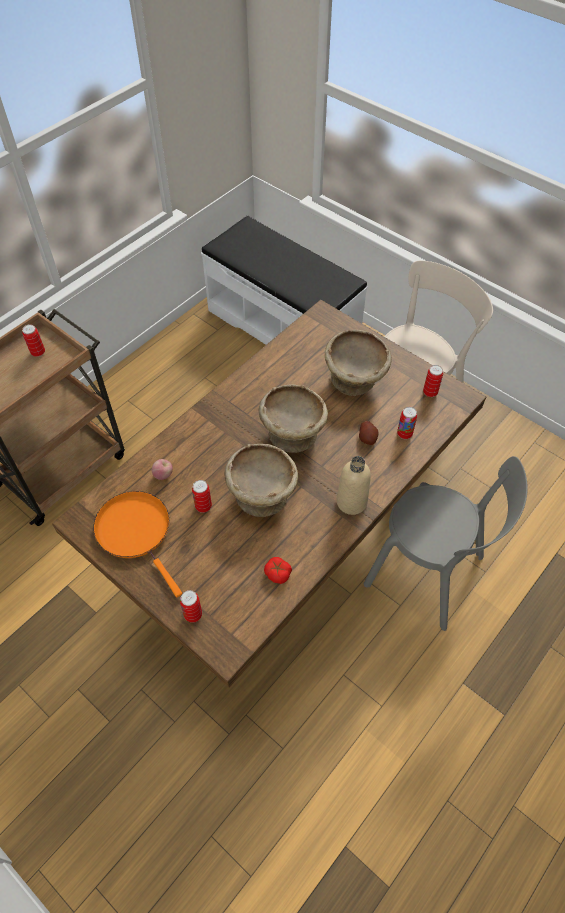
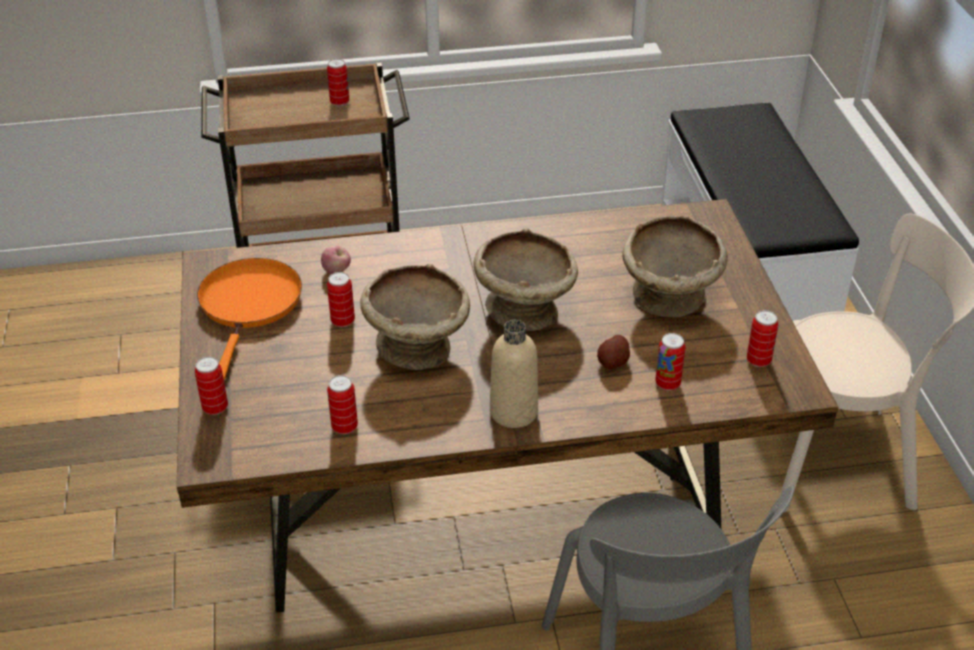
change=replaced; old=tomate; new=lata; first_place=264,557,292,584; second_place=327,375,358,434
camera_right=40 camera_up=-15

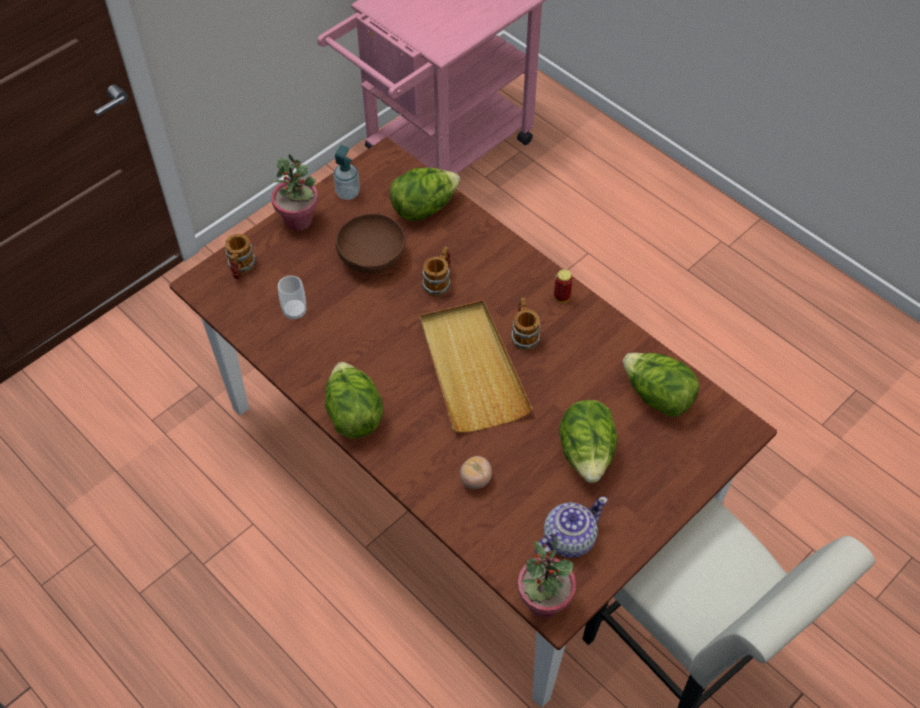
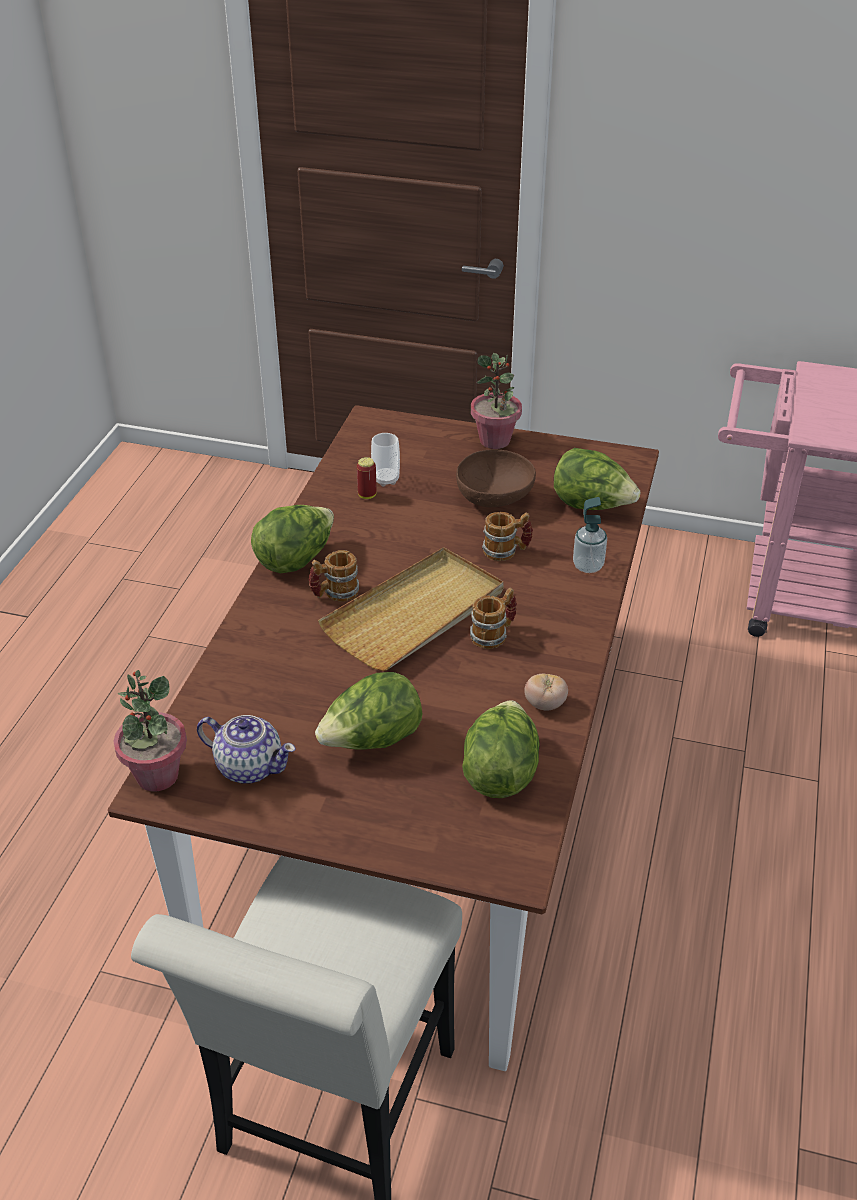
change=moved; old=taza grande; first_place=225,234,255,279; second_place=309,550,359,602
change=moved; old=dispensador de jabón; first_place=334,145,360,200; second_place=573,497,607,573
change=moved; old=tomate; first_place=460,456,492,489; second_place=524,674,568,710
change=moved; old=lata; first_place=554,269,573,303; second_place=357,457,377,499
camera_right=60 camera_up=-15

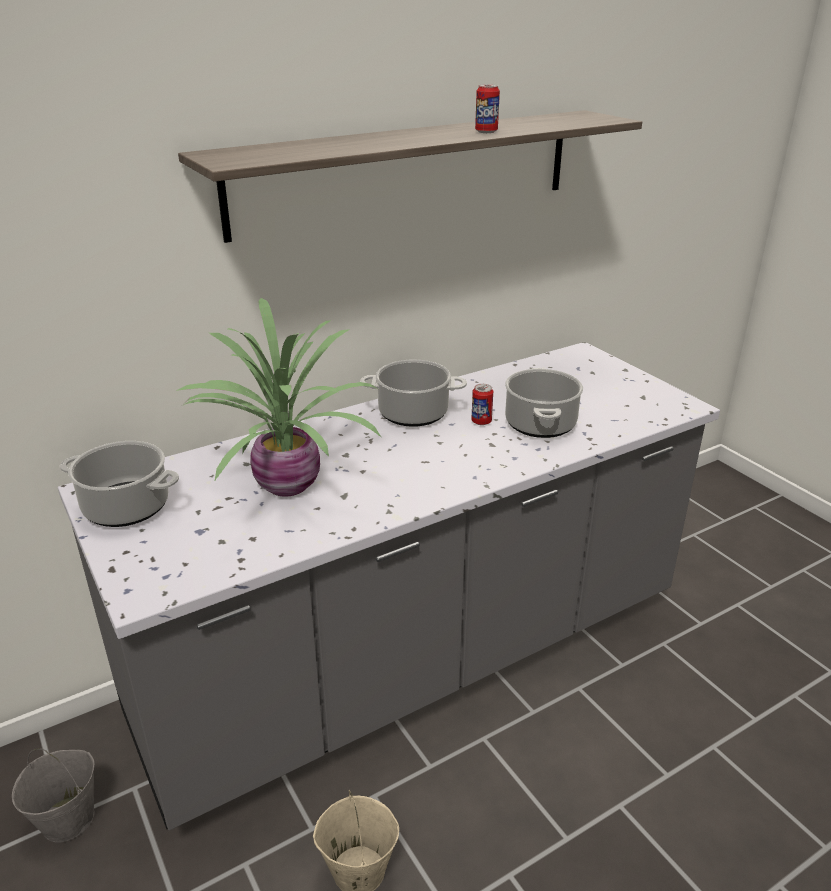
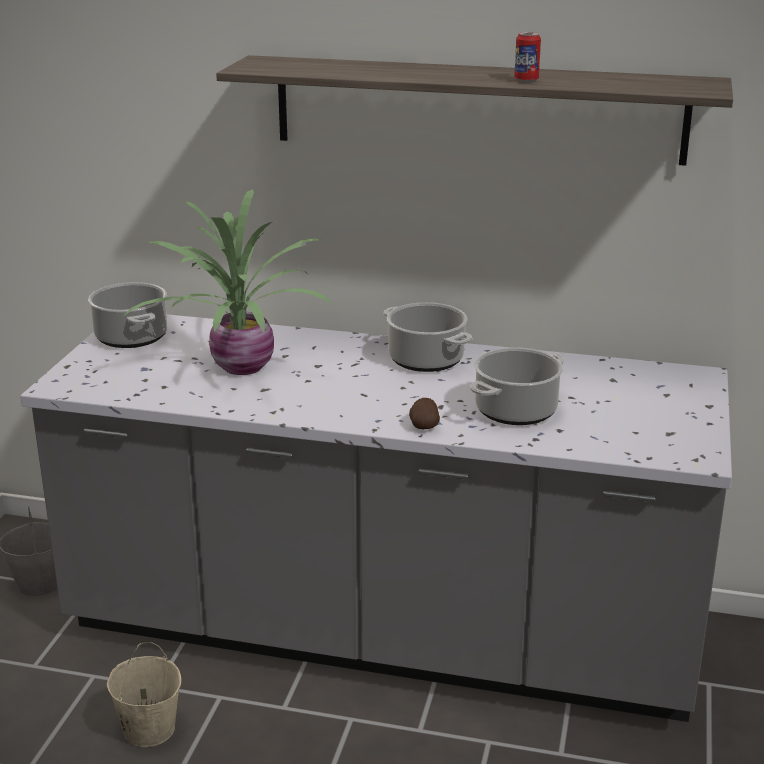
change=removed; old=lata; first_place=471,384,493,425
change=added; new=patata; second_place=409,398,440,429
camera_right=45 camera_up=-5

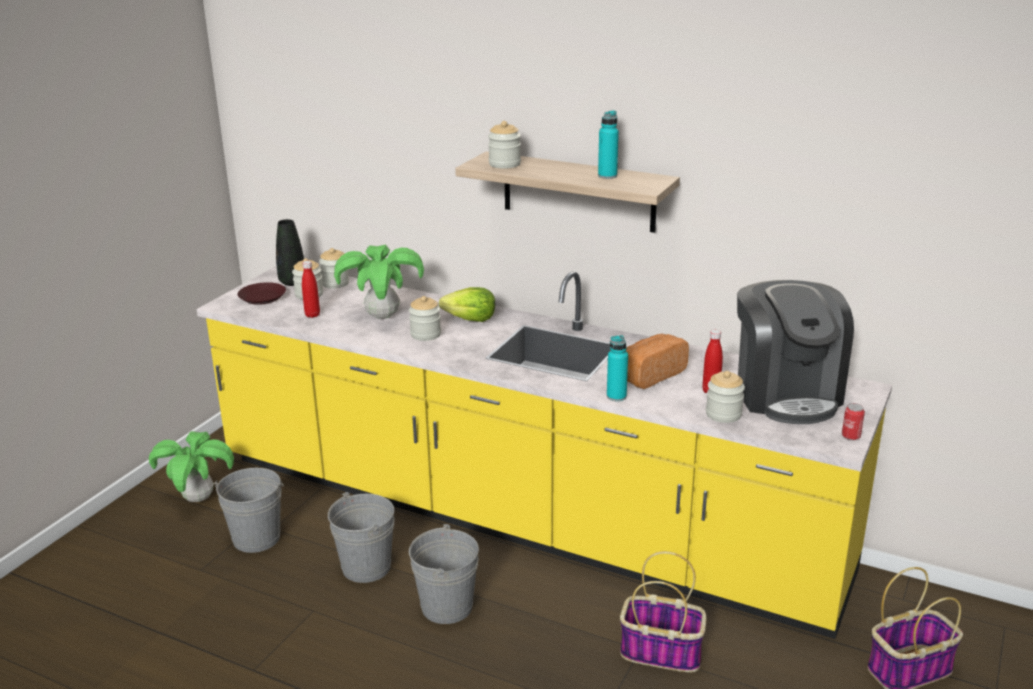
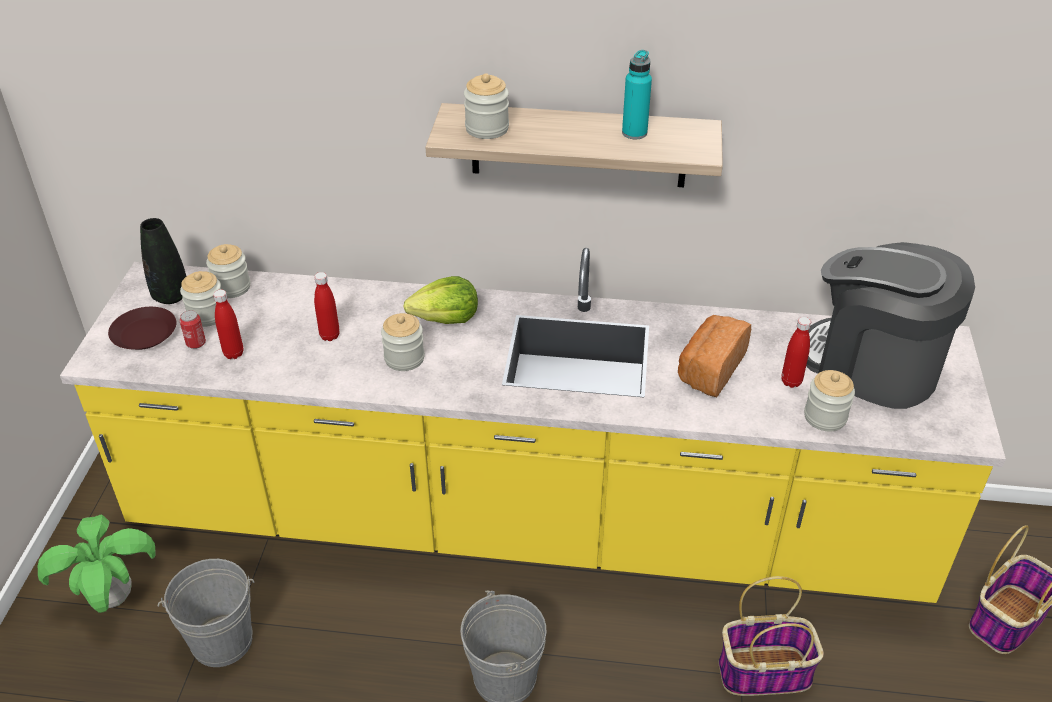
change=removed; old=cubo [gris]; first_place=328,492,395,583
change=replaced; old=planta en maceta; new=botella [rojo]; first_place=334,245,424,319; second_place=314,272,340,341
change=removed; old=botella [turquesa]; first_place=607,335,628,401
change=turned; old=cafetera; first_place=737,280,854,424; second_place=806,242,975,409; degrees=150
change=moved; old=lata; first_place=842,403,865,440; second_place=180,310,206,349
camera_right=-20 camera_up=15

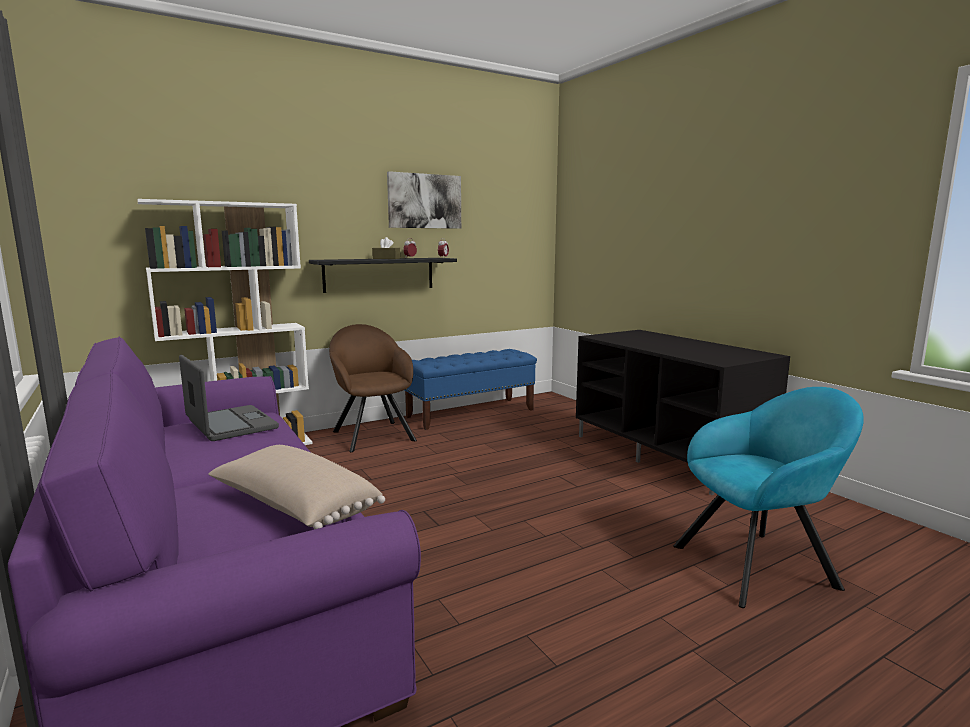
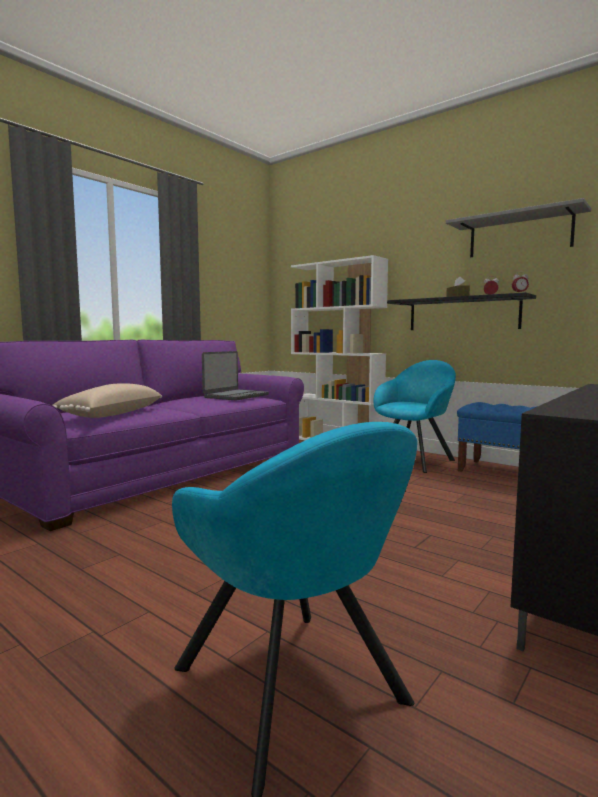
change=recoloured; old=sillón [marrón]; new=sillón [turquesa]; first_place=329,324,417,452; second_place=374,360,456,473
change=replaced; old=cuadro; new=estante [gris]; first_place=387,171,461,229; second_place=446,198,591,257
camera_right=70 camera_up=-5

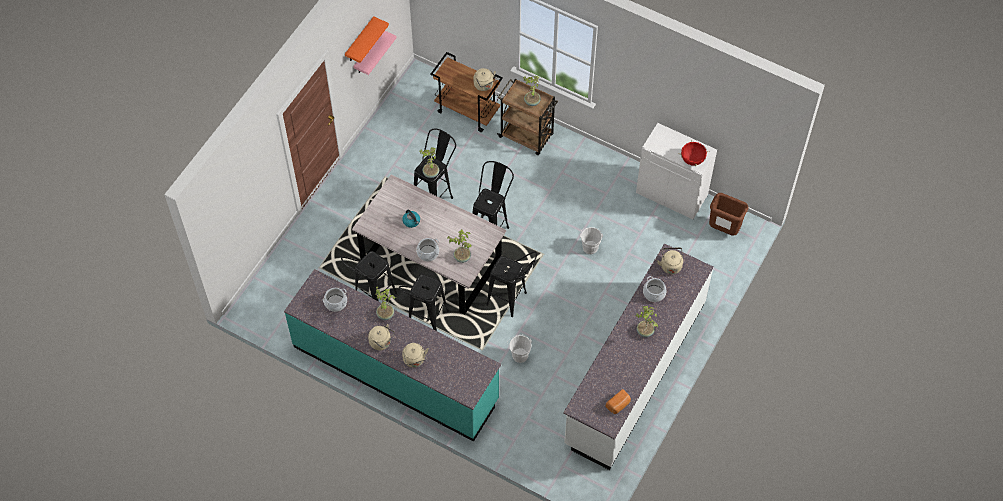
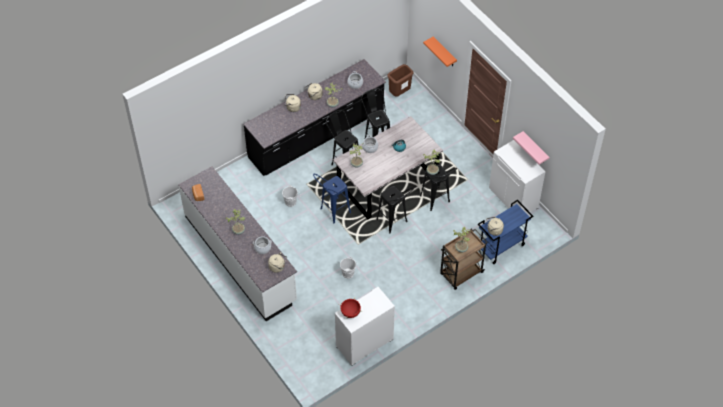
change=recoloured; old=mueble bajo de cocina [turquesa]; new=mueble bajo de cocina [negro]; first_place=284,269,501,442; second_place=243,59,386,176
change=moved; old=estante [naranja]; first_place=345,16,389,63; second_place=423,36,457,67
change=recoloured; old=carrito [marrón]; new=carrito [azul]; first_place=430,52,503,132; second_place=478,200,533,264
change=recoloured; old=taburete [negro]; new=taburete [azul]; first_place=486,251,537,317; second_place=313,174,351,223
change=moved; old=papelera [marrón]; first_place=709,193,749,236; second_place=387,64,413,97
change=added; new=armario [blanco]; second_place=489,140,546,214
camera_right=115 camera_up=-5

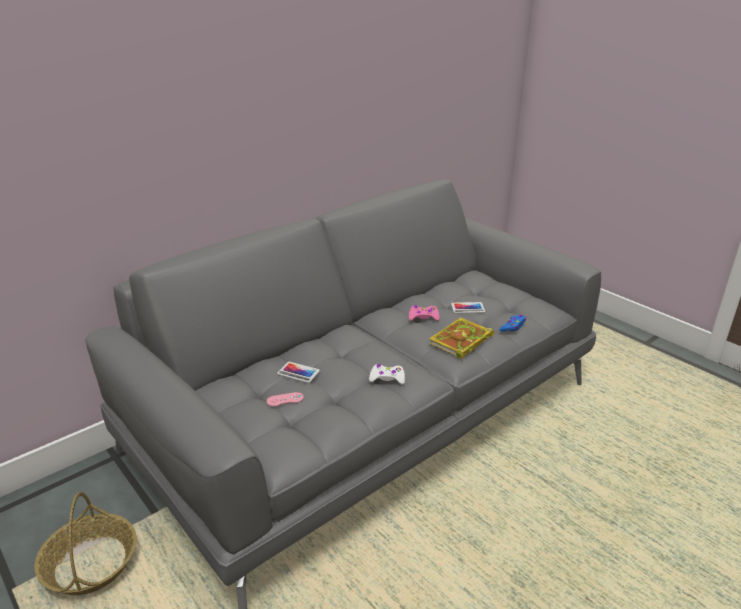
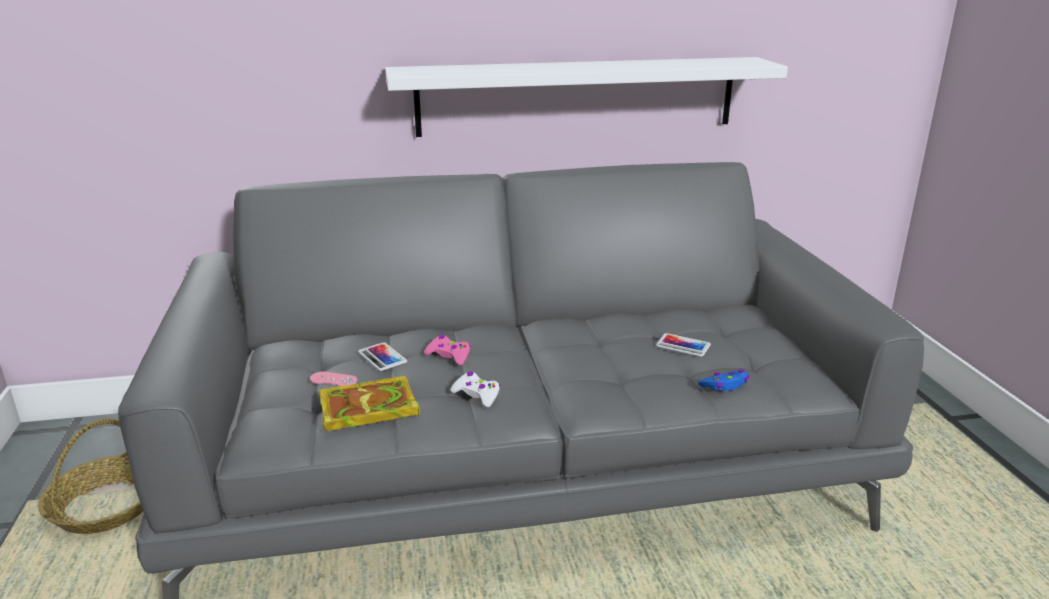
change=moved; old=mando de consola [rosa]; first_place=409,305,440,321; second_place=424,335,470,365
change=moved; old=libro; first_place=429,318,494,359; second_place=319,376,420,431
change=added; new=estante [blanco]; second_place=385,57,788,137
camera_right=30 camera_up=-5

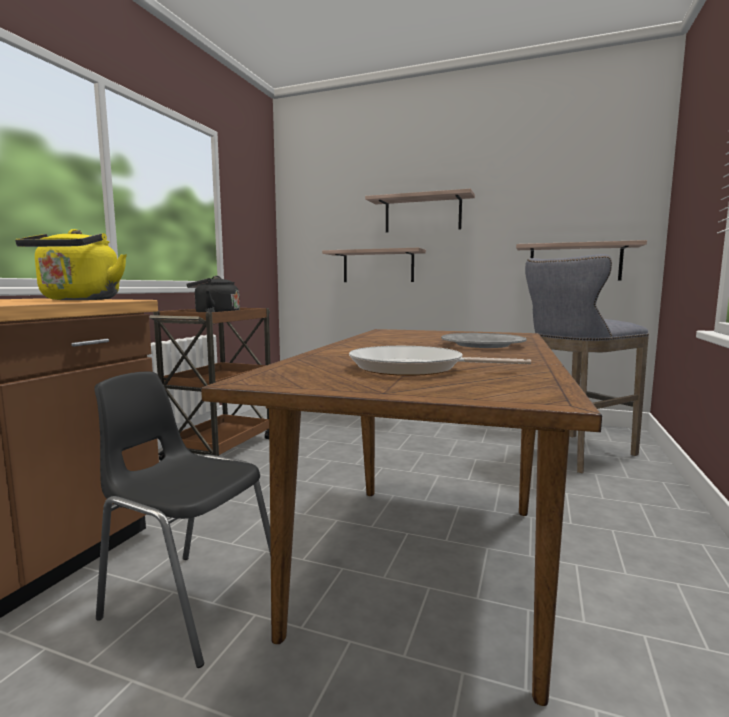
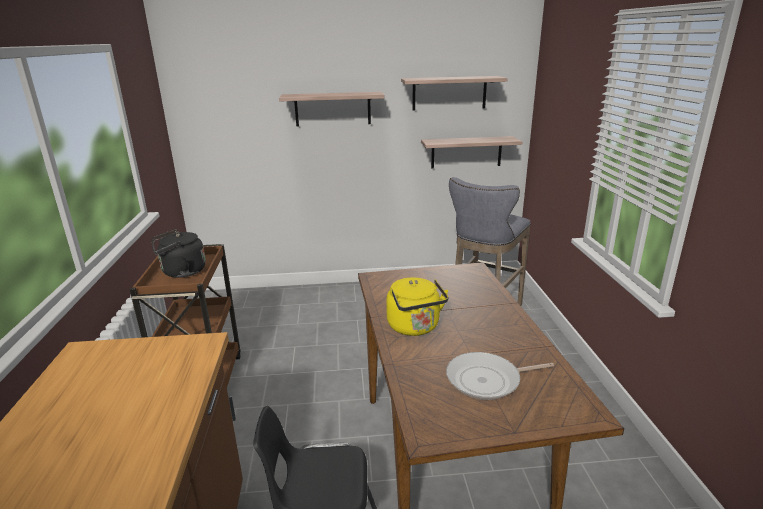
change=moved; old=hervidor [amarillo]; first_place=15,229,127,300; second_place=386,278,448,336
change=moved; old=estante; first_place=322,248,426,282; second_place=401,76,508,111
change=removed; old=plato [gris]; first_place=441,333,527,348
camera_right=-25 camera_up=15

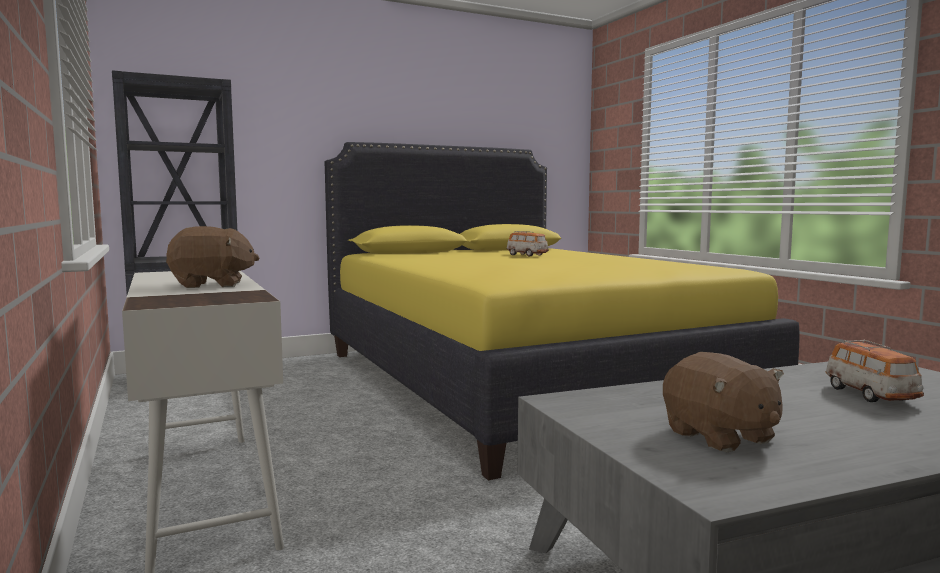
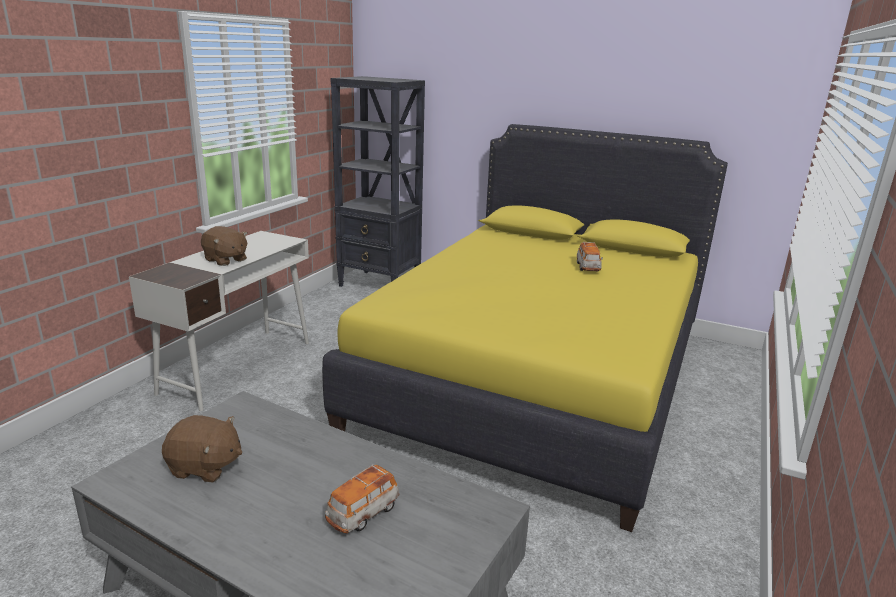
change=turned; old=peluche [marrón]; first_place=663,352,784,452; second_place=162,415,242,482; degrees=-105
camera_right=50 camera_up=15

